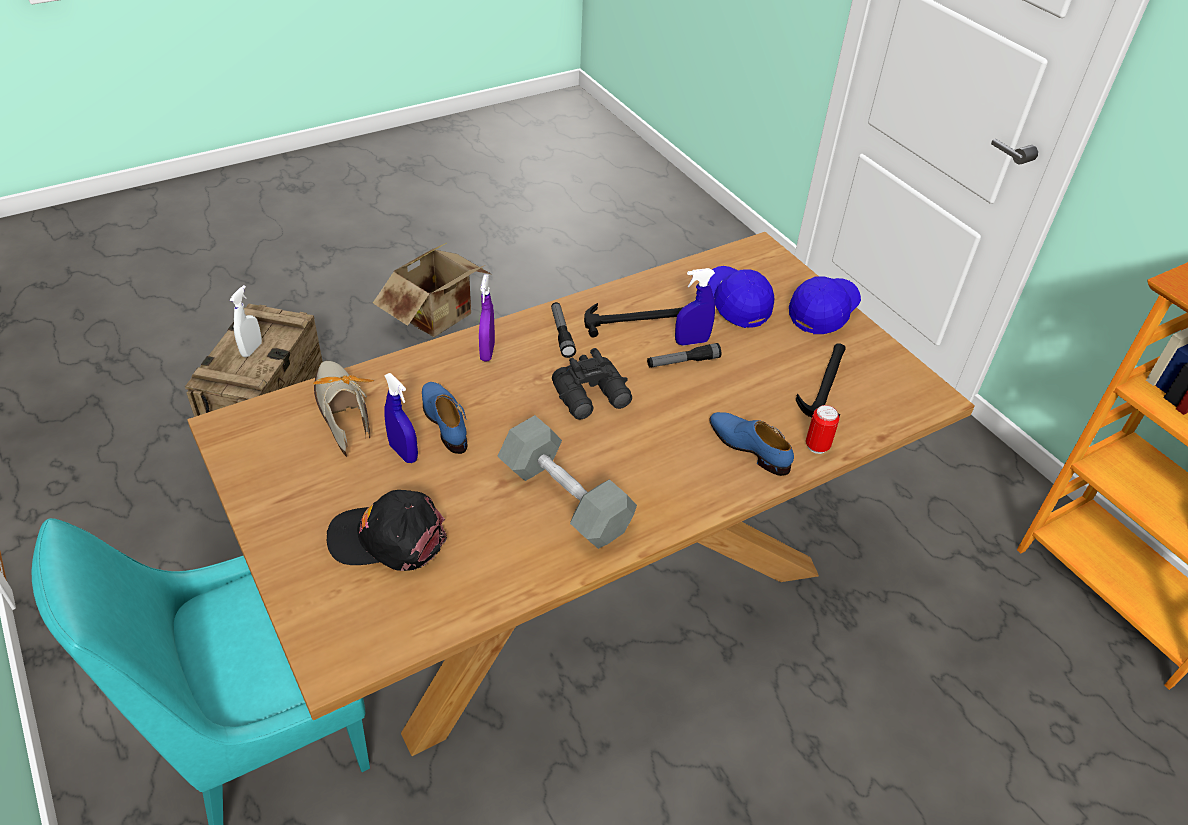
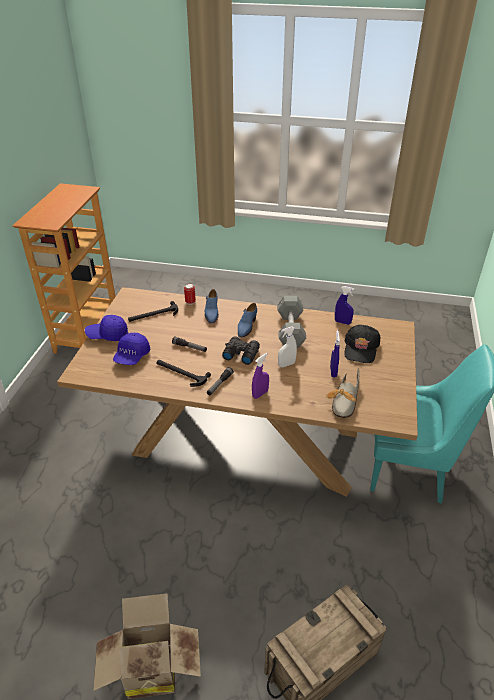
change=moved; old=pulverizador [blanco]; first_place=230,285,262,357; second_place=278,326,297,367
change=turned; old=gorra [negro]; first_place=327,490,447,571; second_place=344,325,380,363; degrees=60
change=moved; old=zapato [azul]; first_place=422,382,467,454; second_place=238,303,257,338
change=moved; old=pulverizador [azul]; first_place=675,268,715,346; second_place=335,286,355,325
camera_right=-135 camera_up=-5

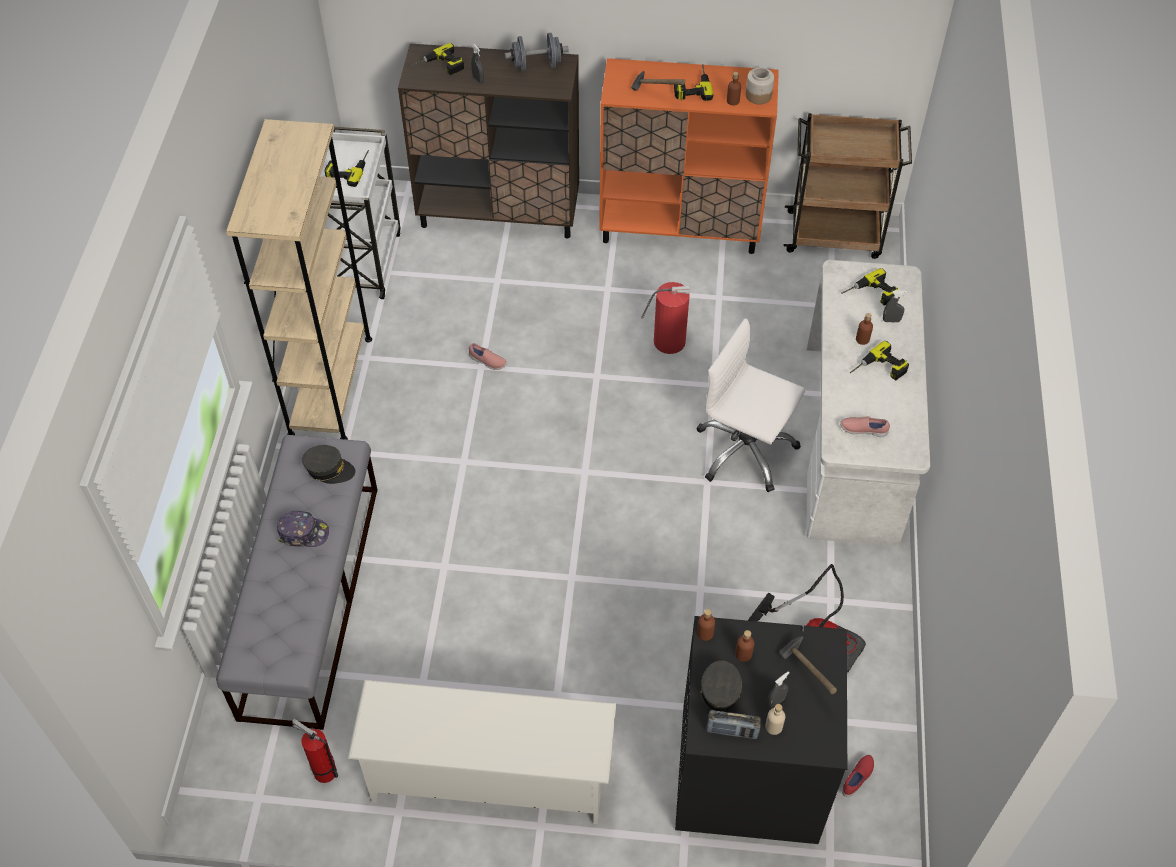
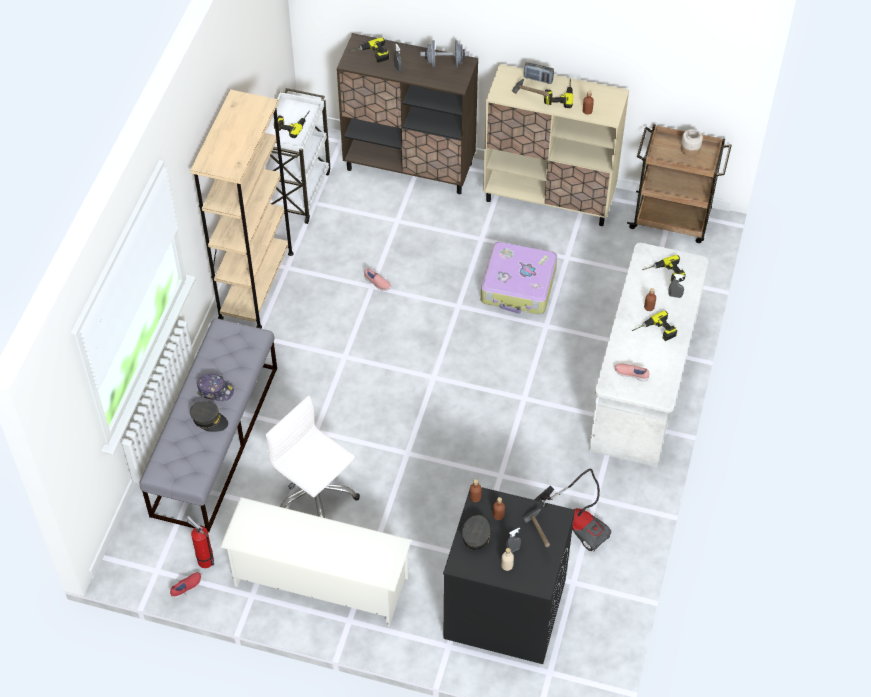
change=moved; old=gorra [gris]; first_place=302,445,356,484; second_place=190,401,228,432
change=recoloured; old=armario [naranja]; new=armario [beis]; first_place=599,58,779,254; second_place=483,64,629,226
change=replaced; old=extintor; new=maleta; first_place=641,282,690,354; second_place=481,242,557,315
change=moved; old=silla de oficina [blanco]; first_place=696,318,805,492; second_place=266,395,360,518
change=moved; old=radio; first_place=706,710,761,739; second_place=524,62,554,84
change=moved; old=tarro; first_place=746,67,774,104; second_place=681,129,703,157
change=moved; old=zapato [rojo]; first_place=842,755,874,797; second_place=170,572,201,599
camera_right=10 camera_up=0

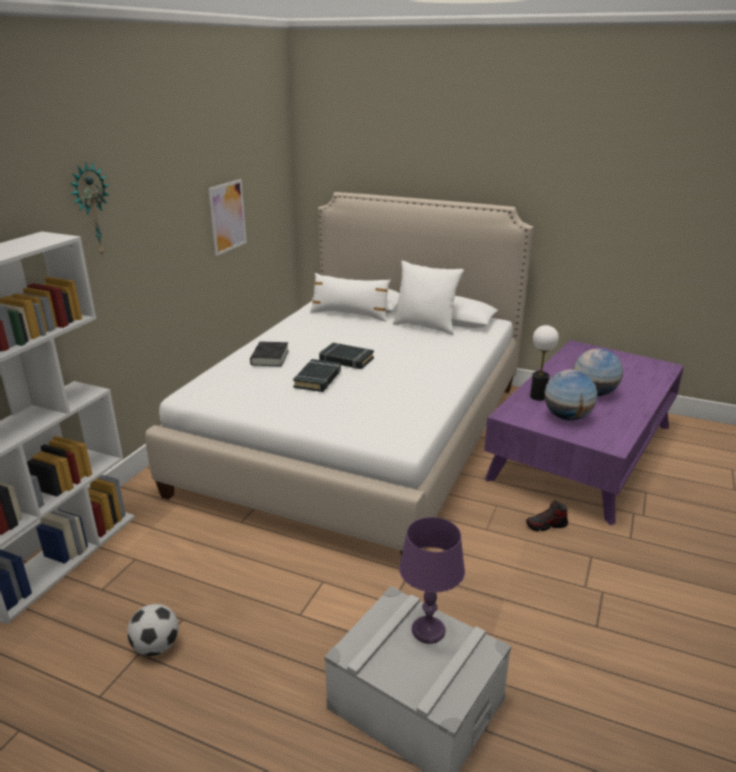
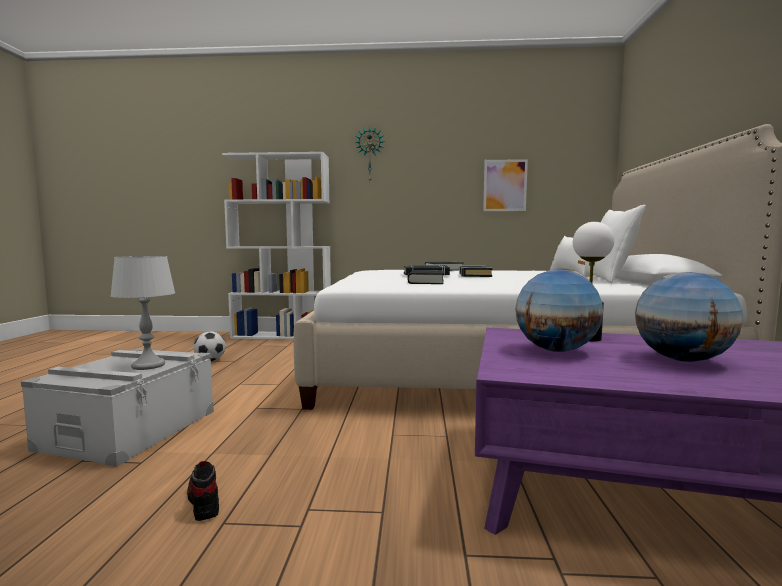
change=recoloured; old=lámpara de mesa [morado]; new=lámpara de mesa [gris]; first_place=399,517,465,644; second_place=110,256,175,370
change=moved; old=zapato; first_place=526,501,568,531; second_place=187,461,219,521
change=added; new=libro [negro]; second_place=408,270,444,284
camera_right=70 camera_up=-20

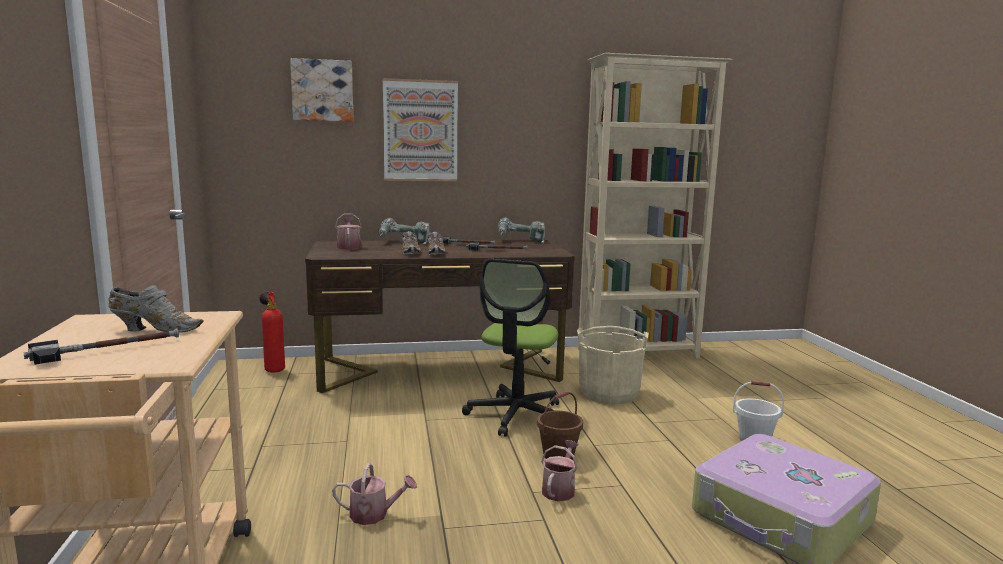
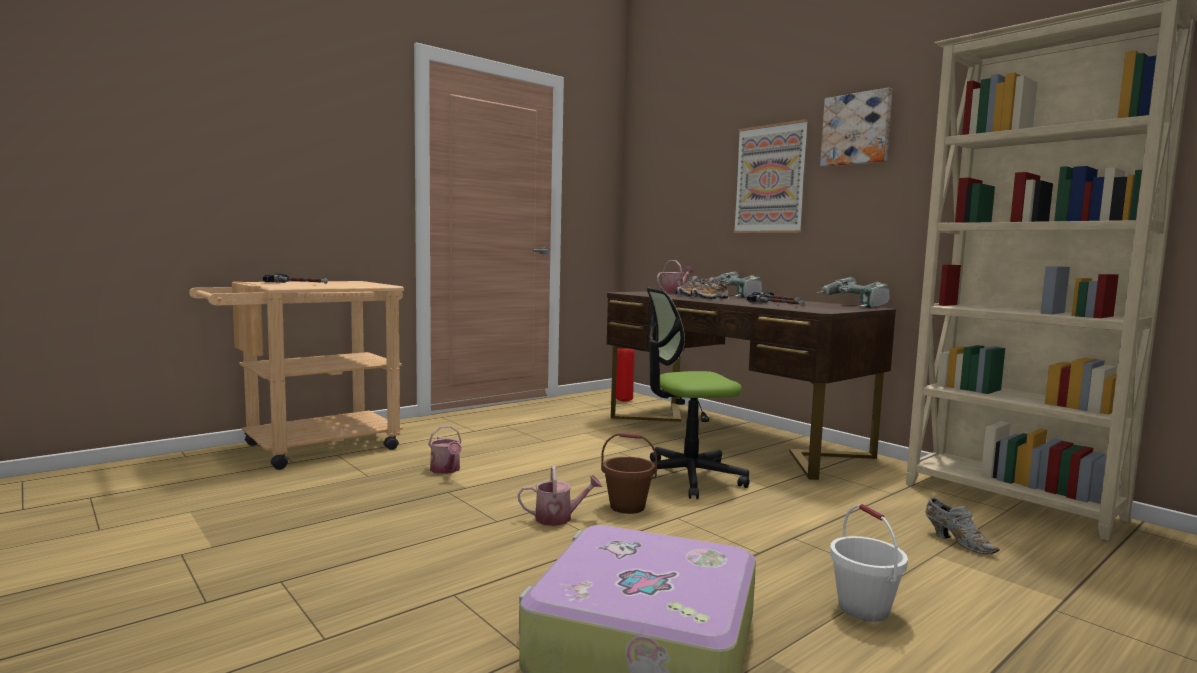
change=moved; old=zapato [gris]; first_place=108,285,204,333; second_place=925,498,1000,554
change=moved; old=cuadro; first_place=290,58,354,122; second_place=820,88,892,167
change=removed; old=cubo [beis]; first_place=577,326,649,404
camera_right=60 camera_up=-5

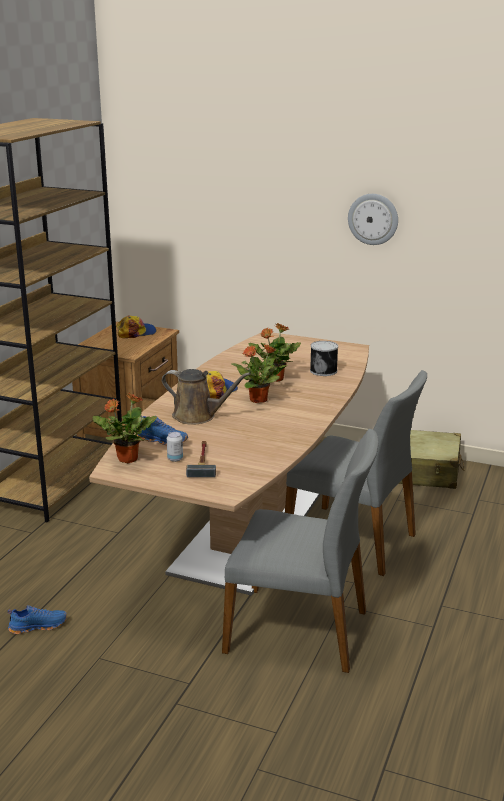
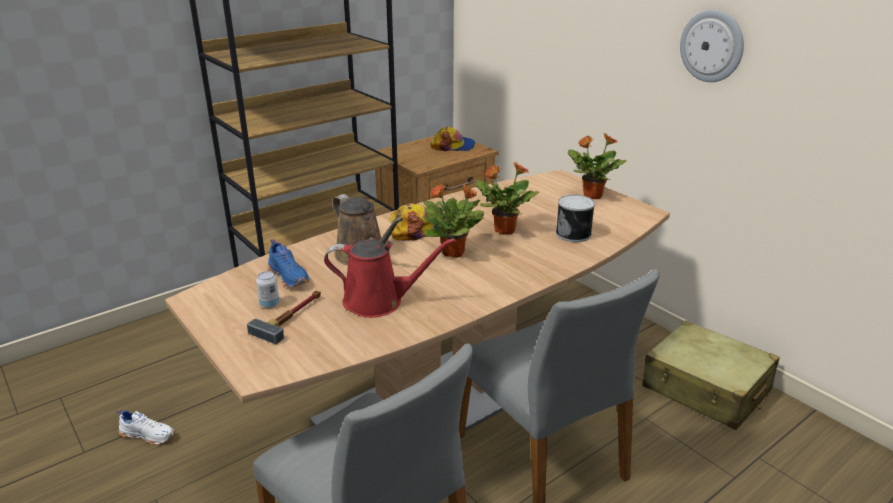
change=recoloured; old=zapato [azul]; new=zapato [blanco]; first_place=8,605,67,634; second_place=117,409,174,445
change=moved; old=planta en maceta; first_place=92,392,157,463; second_place=568,133,627,199
change=added; new=regadera [rojo]; second_place=324,238,456,318
camera_right=30 camera_up=5

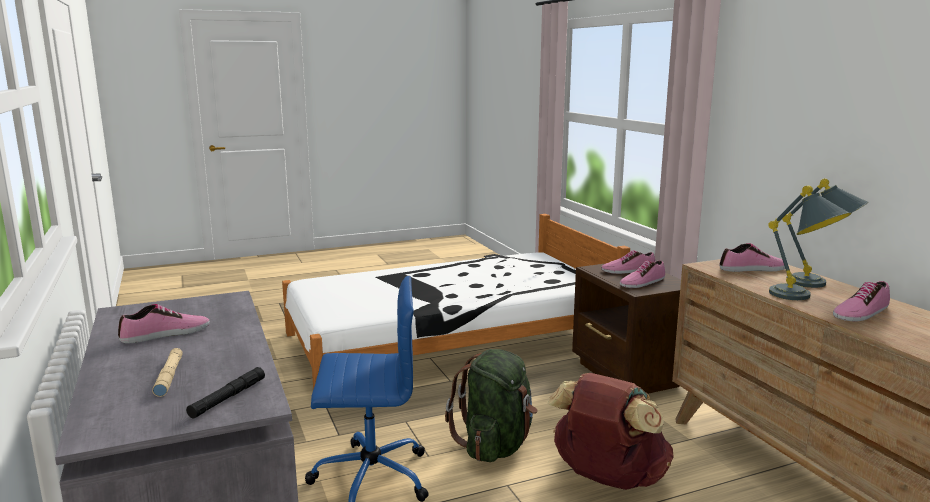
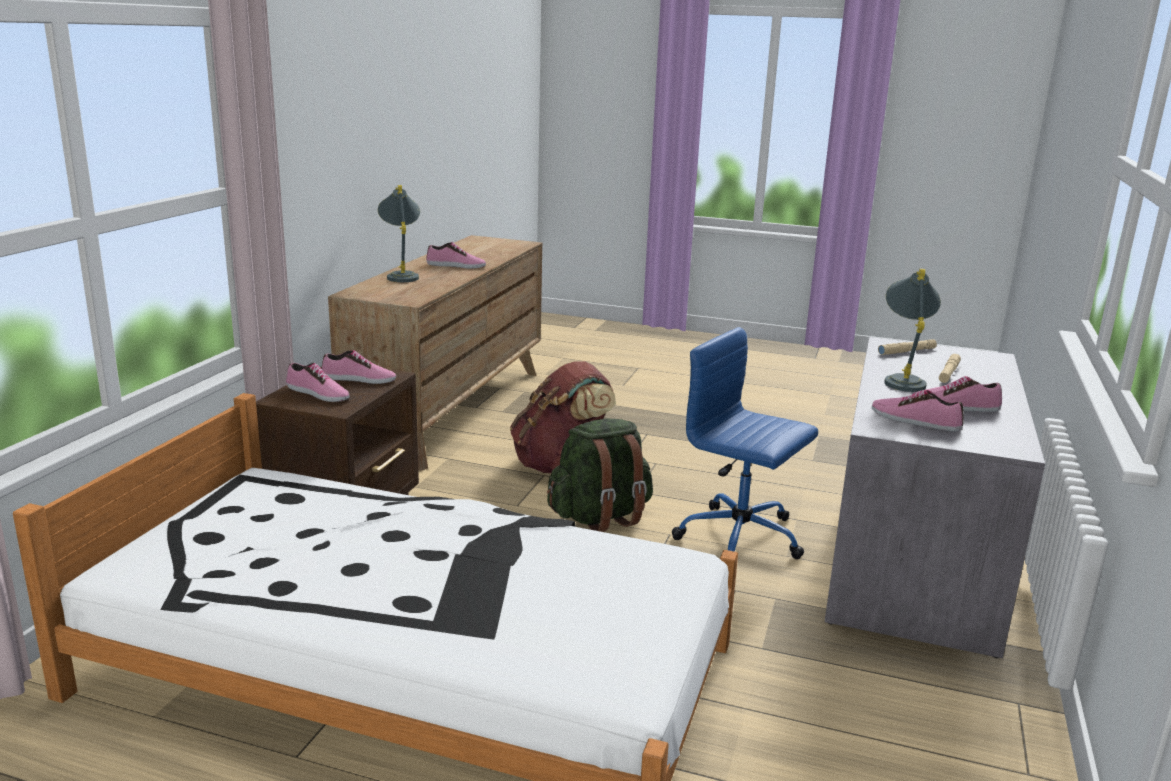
change=recoloured; old=linterna [negro]; new=linterna [beis]; first_place=186,367,265,419; second_place=878,339,937,355
change=moved; old=zapato; first_place=720,243,785,272; second_place=872,390,964,432
change=moved; old=lámpara de mesa [gris]; first_place=768,186,852,300; second_place=884,269,941,392
camera_right=-140 camera_up=5

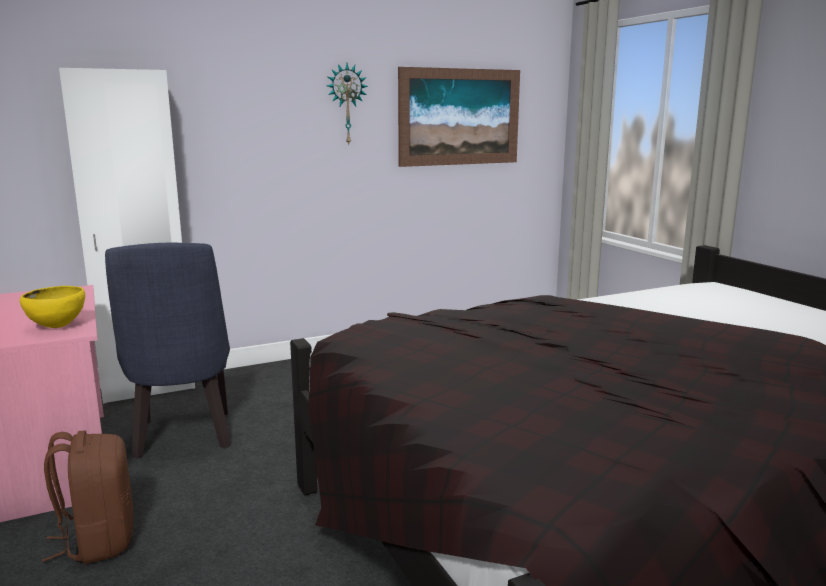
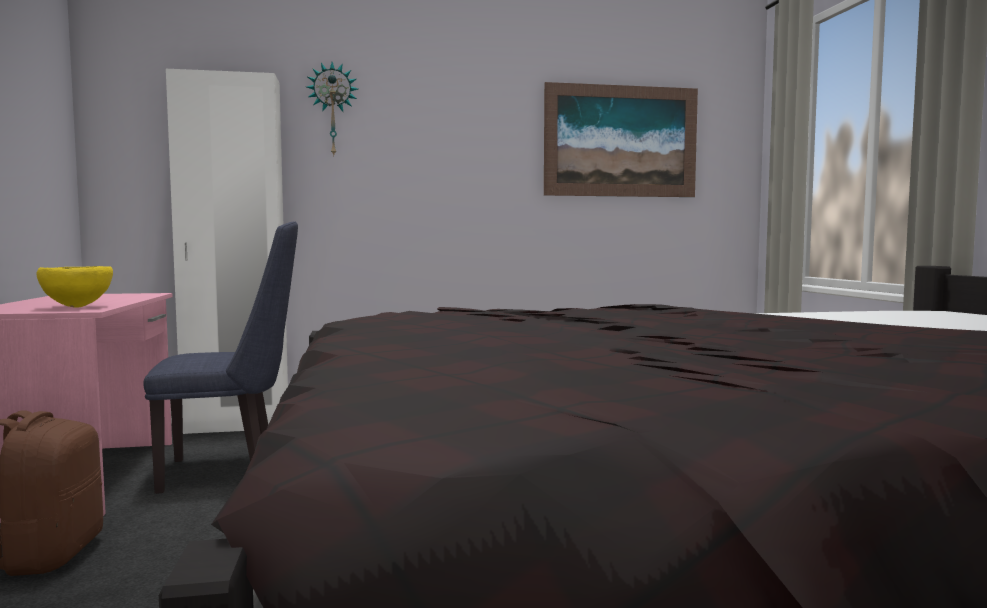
change=turned; old=silla [azul]; first_place=105,243,231,458; second_place=143,221,298,494; degrees=-105
change=moved; old=reloj de pared; first_place=327,63,368,144; second_place=307,62,358,156
camera_right=15 camera_up=-10

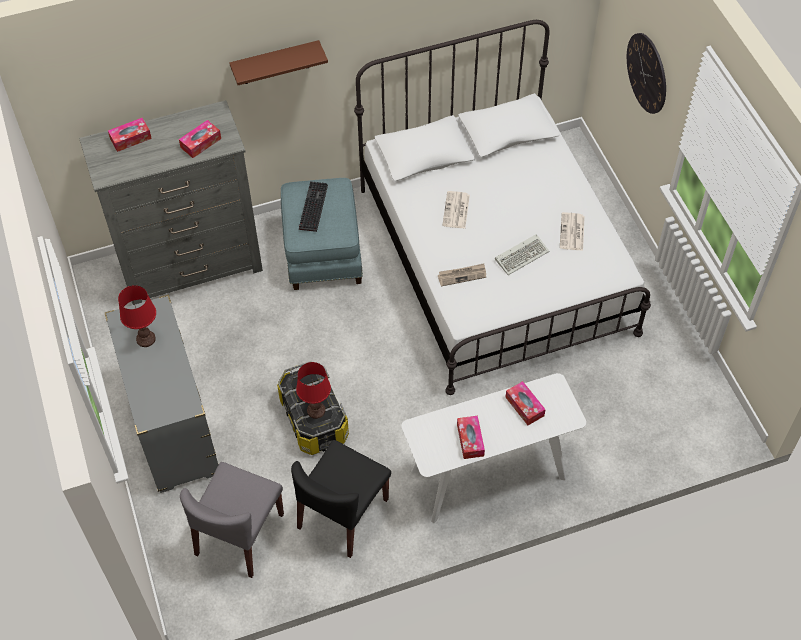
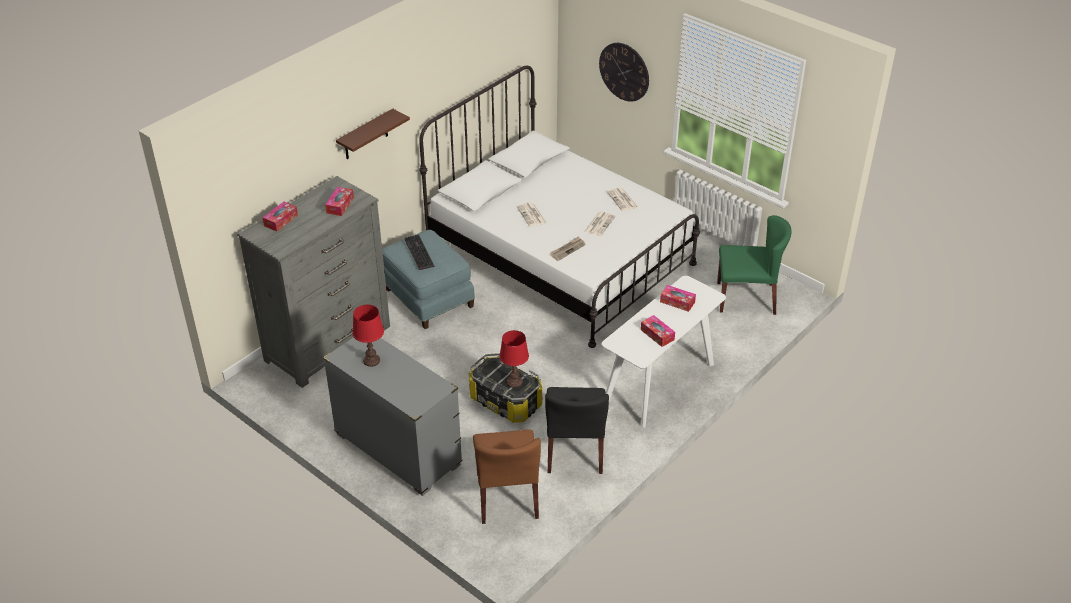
change=recoloured; old=silla [gris]; new=silla [marrón]; first_place=180,462,284,578; second_place=473,430,541,524
change=replaced; old=teclado; new=periódico; first_place=495,234,549,275; second_place=584,211,616,236
change=added; new=silla [verde]; second_place=717,215,791,315
camera_right=-30 camera_up=-15

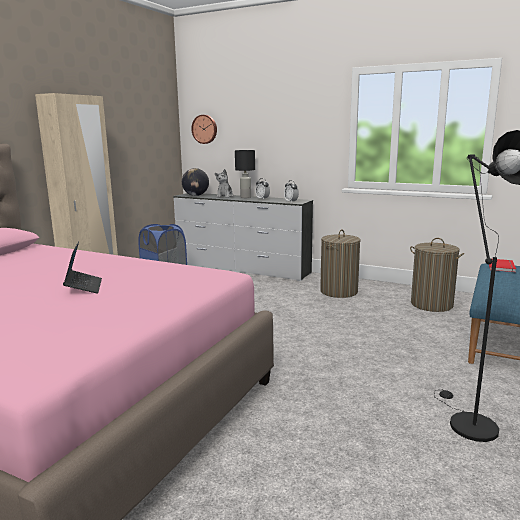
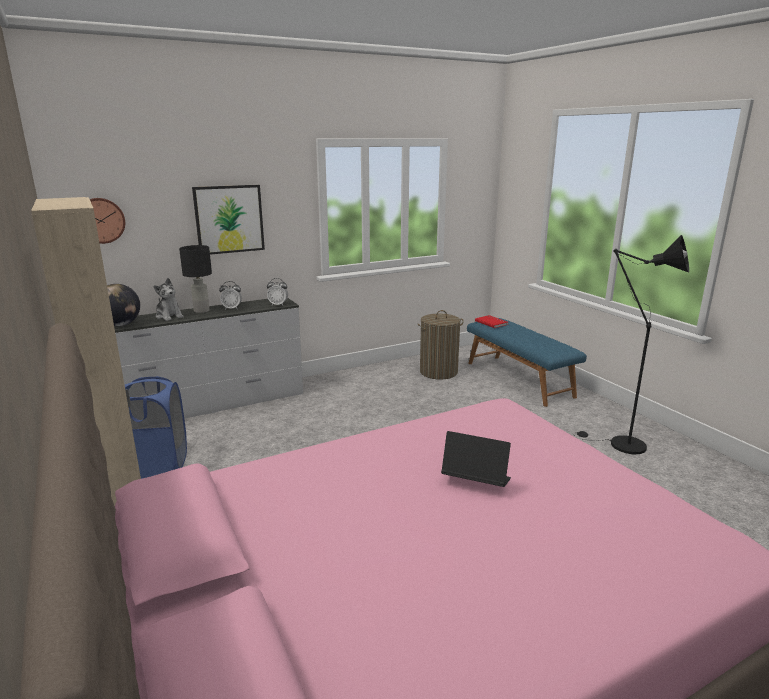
change=removed; old=cesto de la ropa; first_place=320,229,361,298
change=added; new=cuadro; second_place=192,185,265,255
camera_right=-55 camera_up=5

